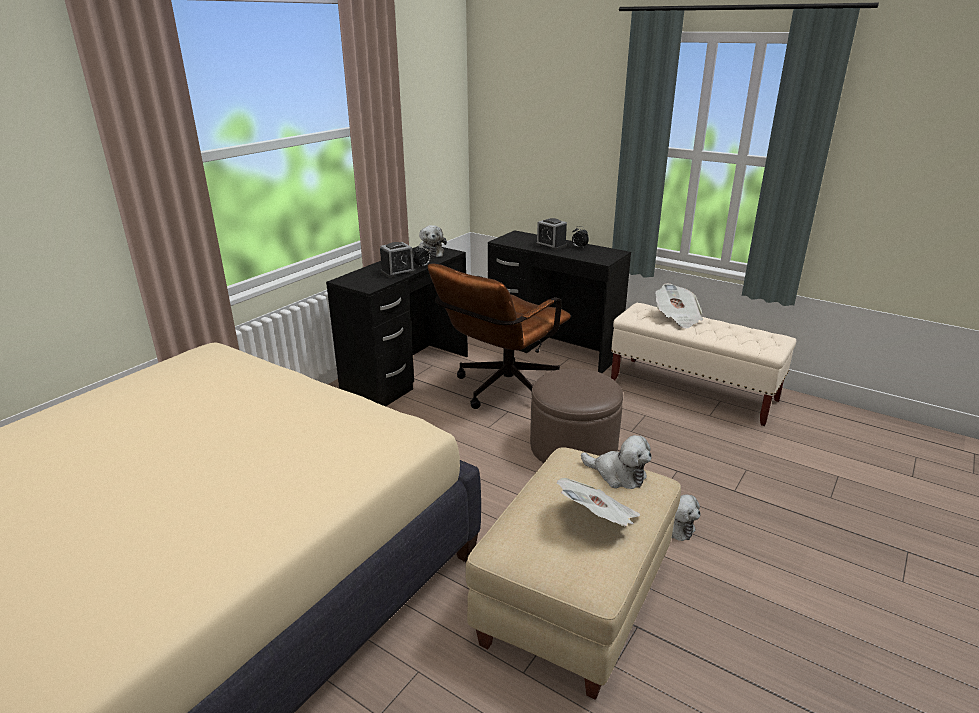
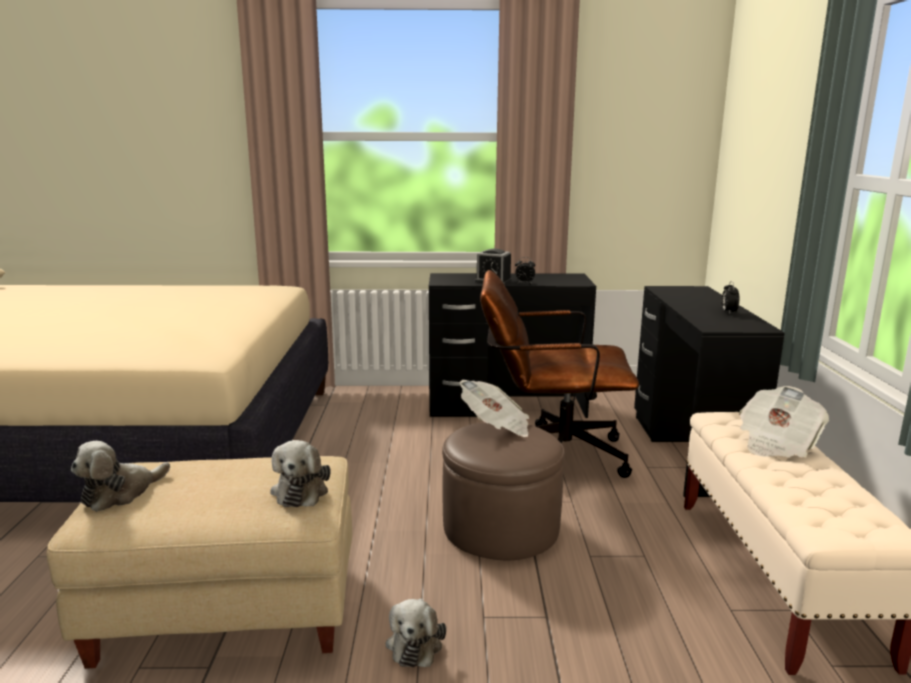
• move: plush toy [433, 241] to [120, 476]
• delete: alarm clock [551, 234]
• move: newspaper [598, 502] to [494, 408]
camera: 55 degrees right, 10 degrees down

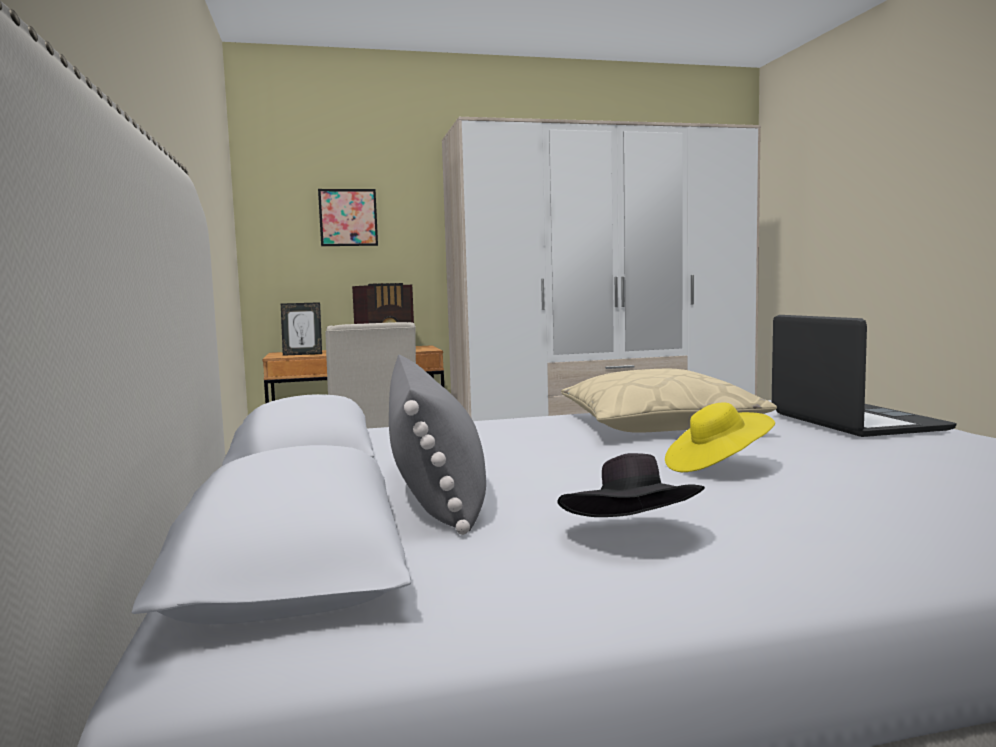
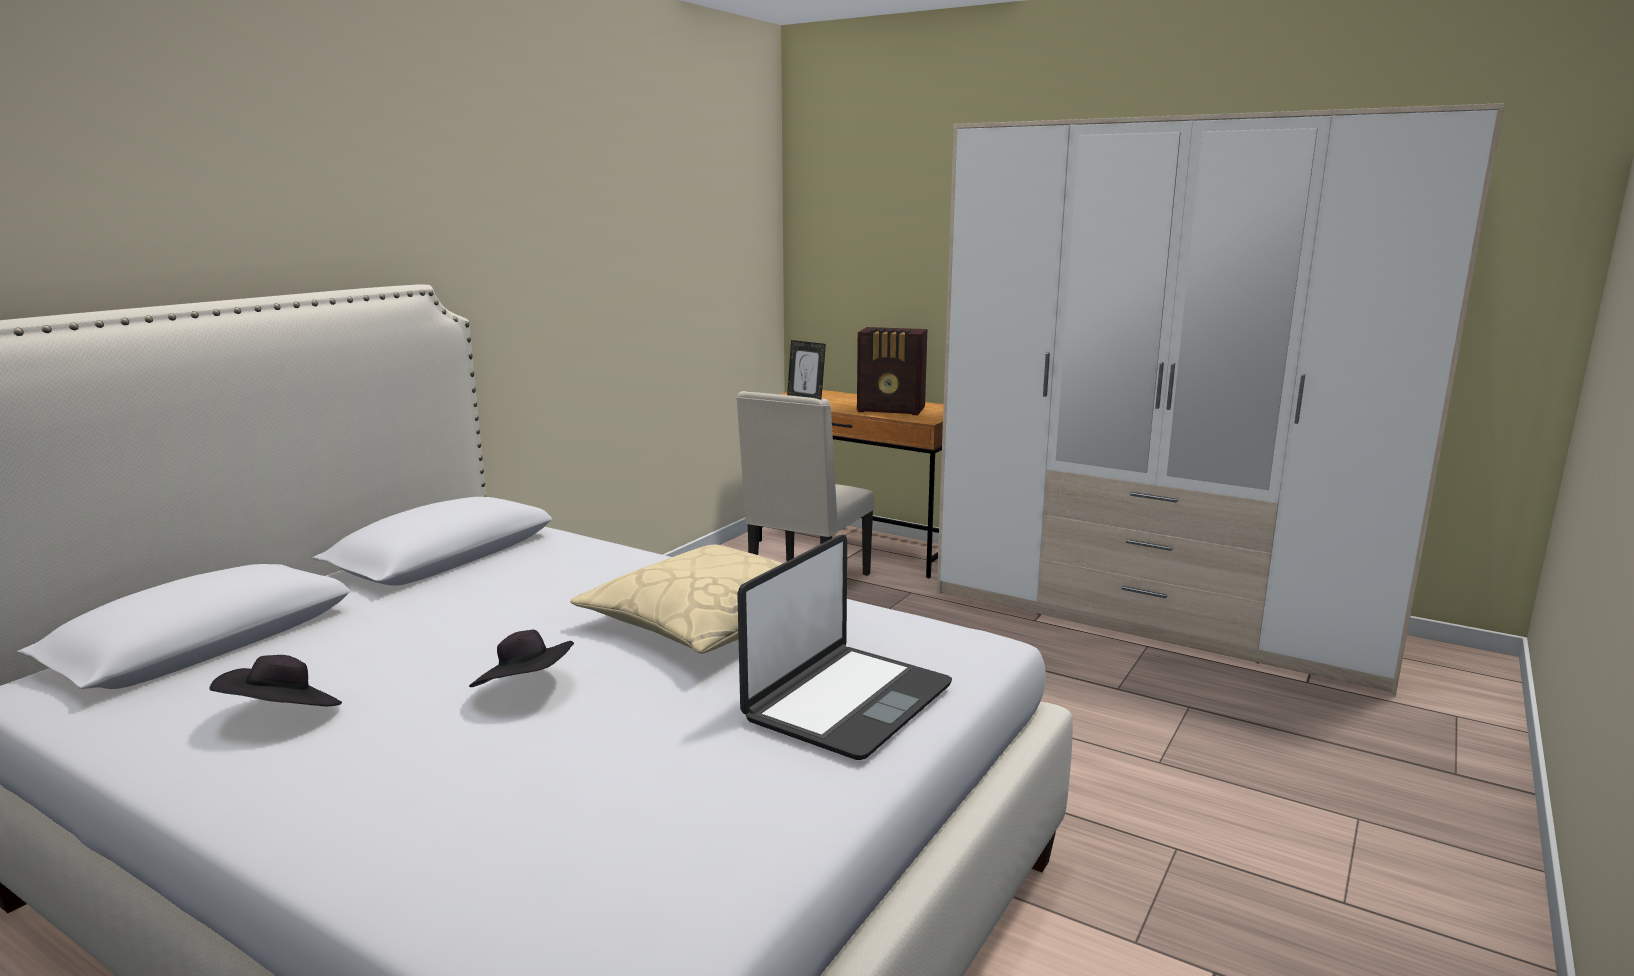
• delete: picture [348, 217]
• delete: pillow (grey) [437, 445]
• recolor: hat (yellow) [720, 437] to hat (black) [521, 658]
camera: 45 degrees right, 10 degrees up

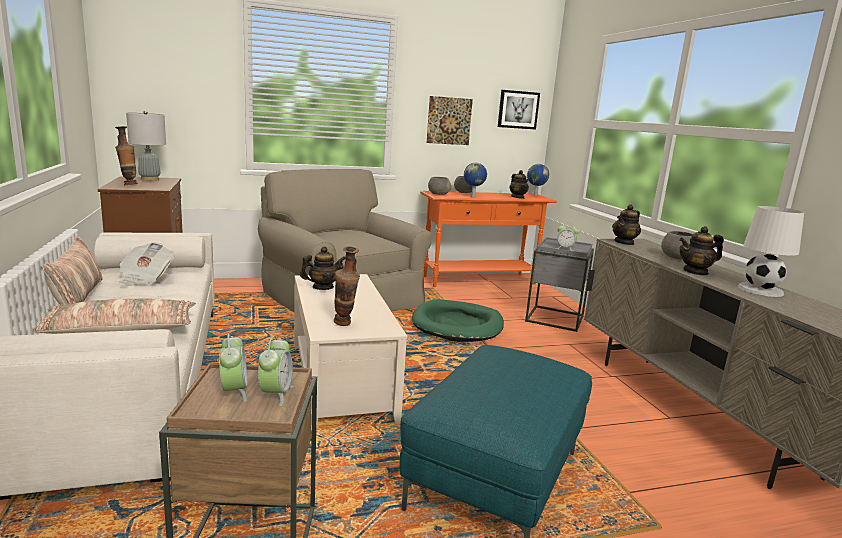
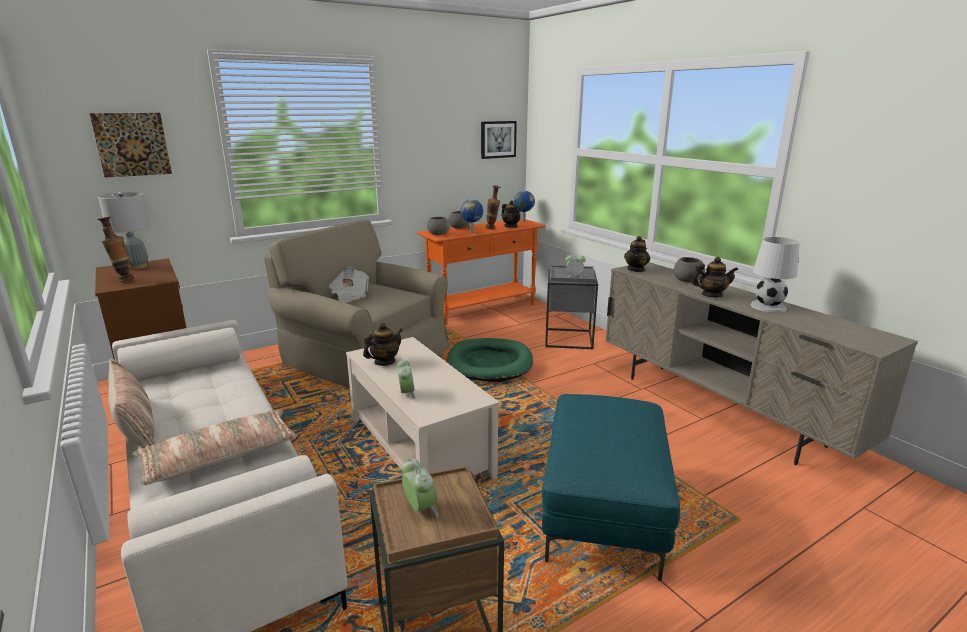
• move: newspaper [146, 264] to [348, 285]
• move: alarm clock [276, 371] to [406, 379]
• move: vase [347, 286] to [493, 207]
• move: picture [450, 120] to [131, 145]
• rotate: teapot [701, 250] = [714, 277] 150 degrees counterclockwise
camera: 15 degrees left, 5 degrees up

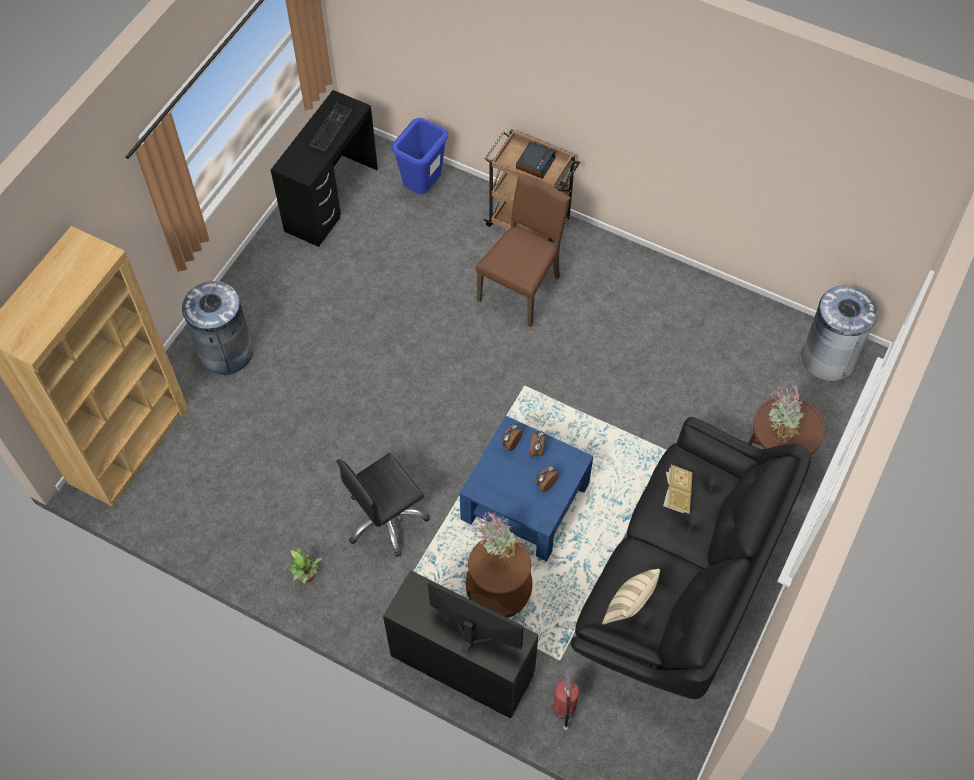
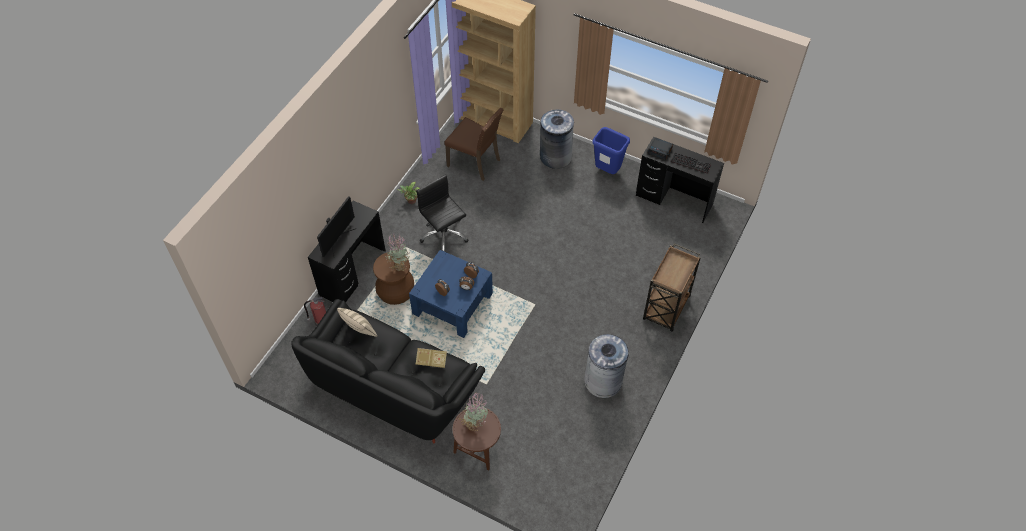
• move: trash can (blue) [420, 156] to [611, 150]
• move: chair (brown) [523, 251] to [473, 144]
• move: alarm clock [536, 160] to [660, 149]
• move: trash can (grey) [839, 333] to [606, 366]
camera: 90 degrees right, 5 degrees down

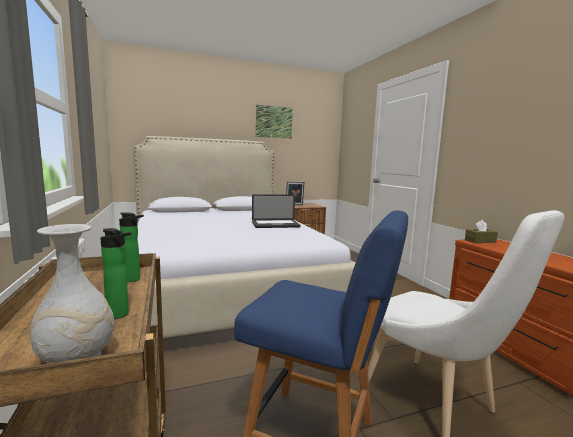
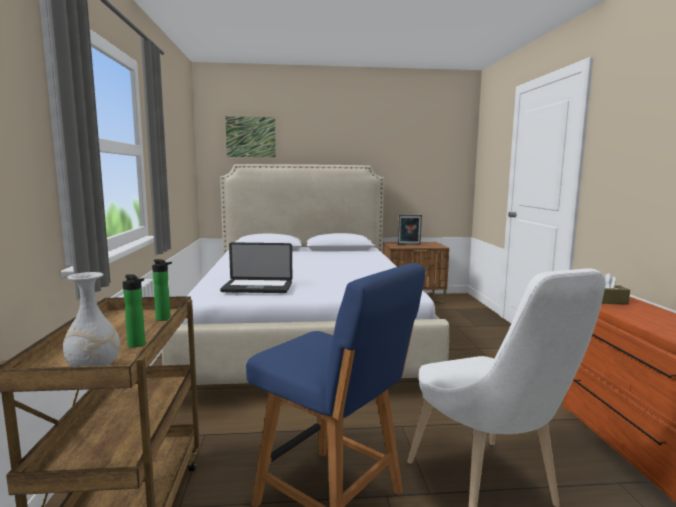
• move: laptop [276, 211] to [256, 267]
• move: picture [274, 122] to [250, 136]
camera: 15 degrees right, 0 degrees up

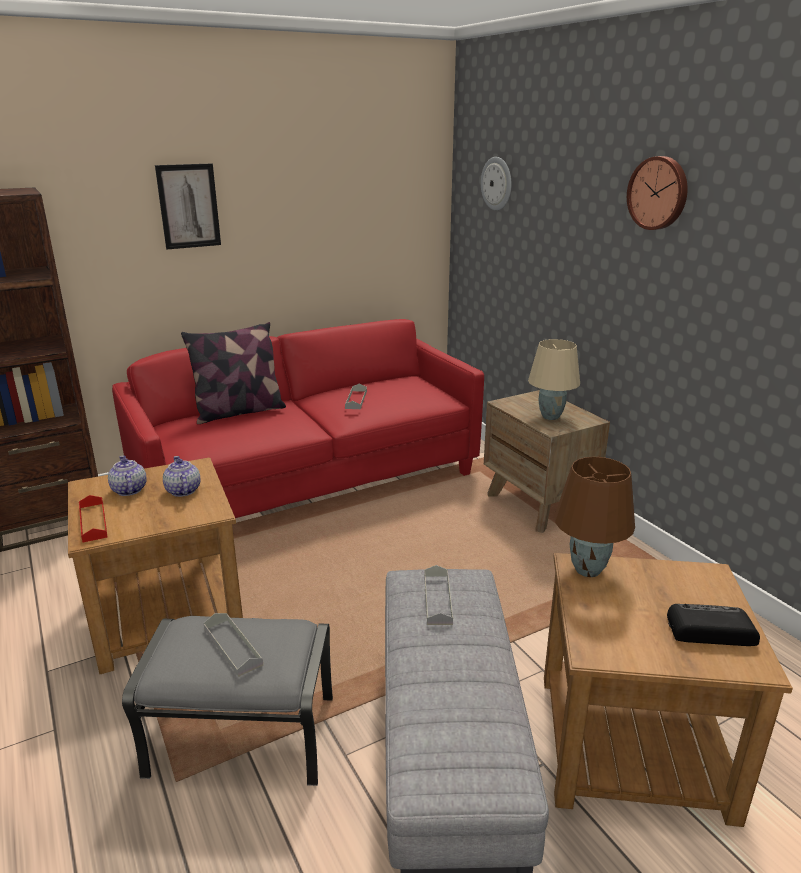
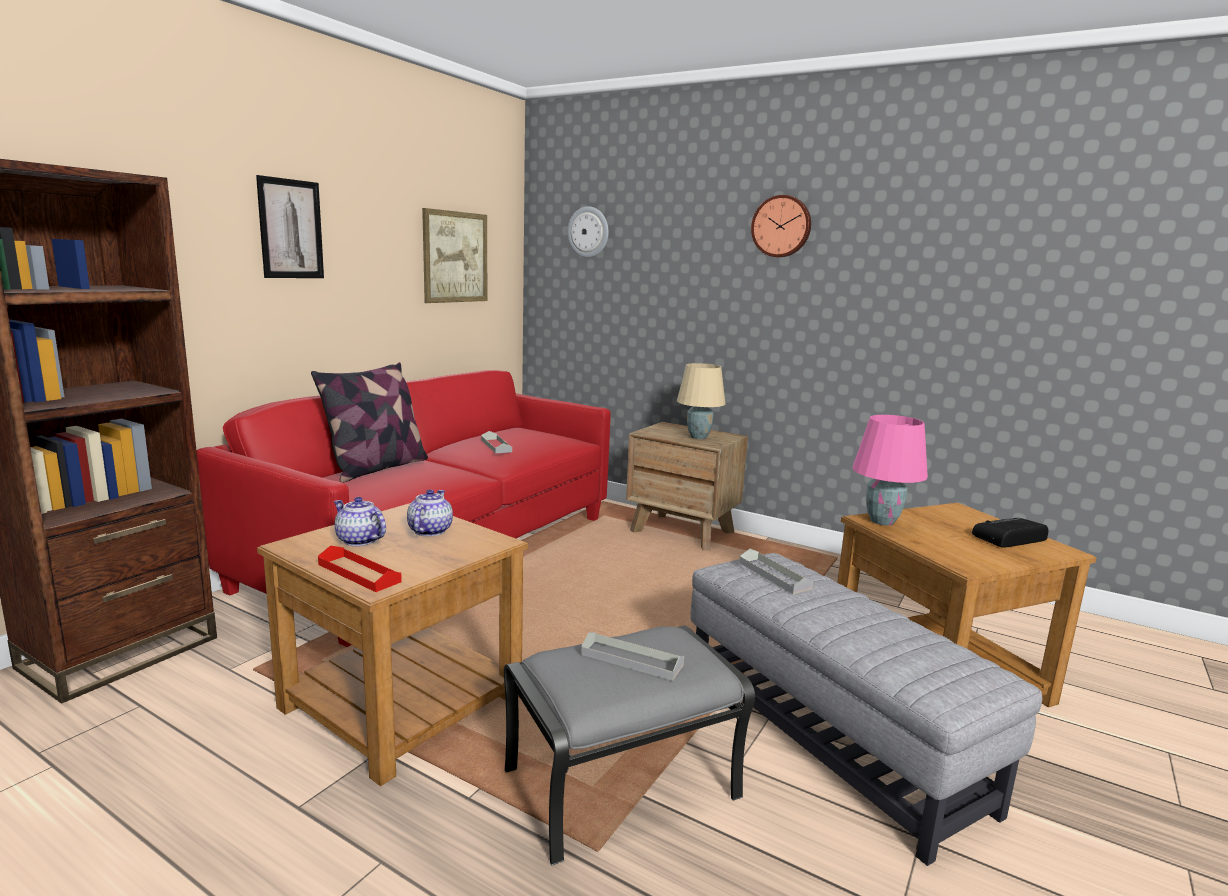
• rotate: teapot [181, 476] = [430, 512] 60 degrees clockwise
• recolor: table lamp (brown) [594, 517] to table lamp (pink) [890, 470]
• insert: picture [454, 255]
camera: 30 degrees left, 10 degrees down

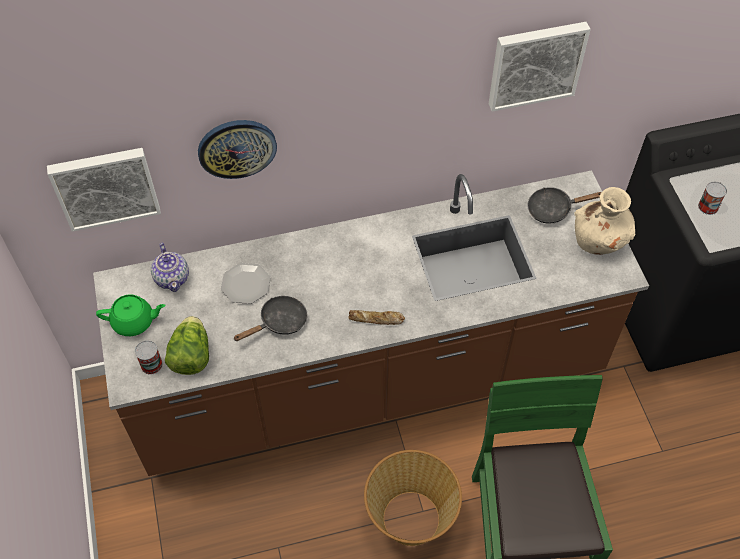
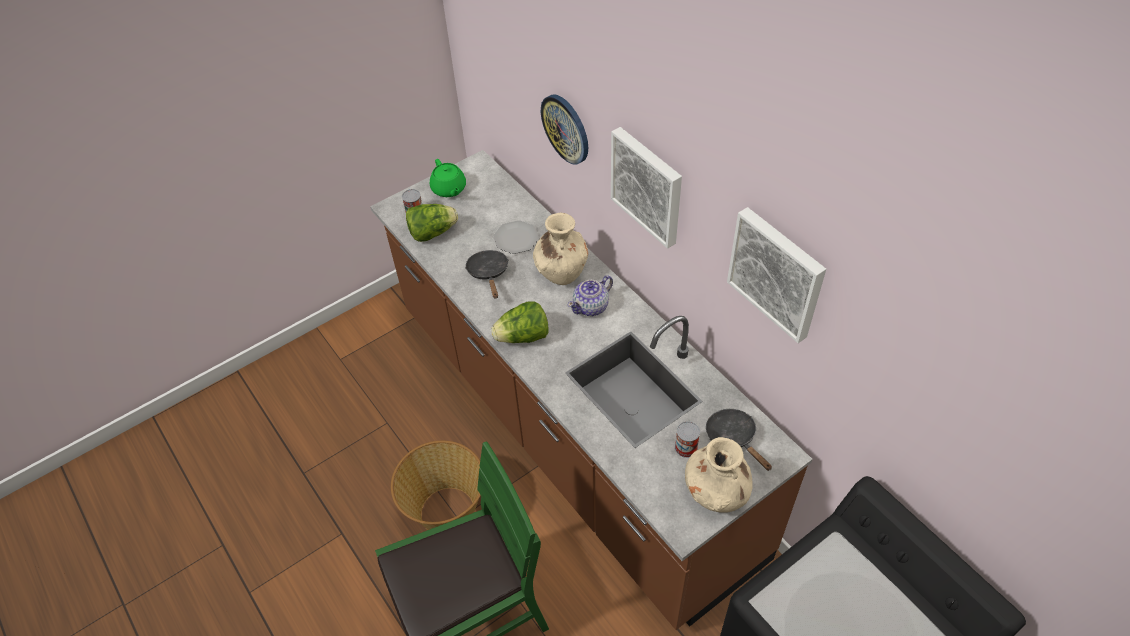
• move: picture [104, 190] to [646, 188]
• move: teapot [170, 267] to [590, 295]
• rotate: frying pan (black) [271, 318] = [487, 274] 135 degrees counterclockwise
• replace: bread [377, 317] to lettuce [520, 322]
• move: can [712, 198] to [687, 439]
• insert: vase (beige) [560, 249]
camera: 70 degrees right, 5 degrees down

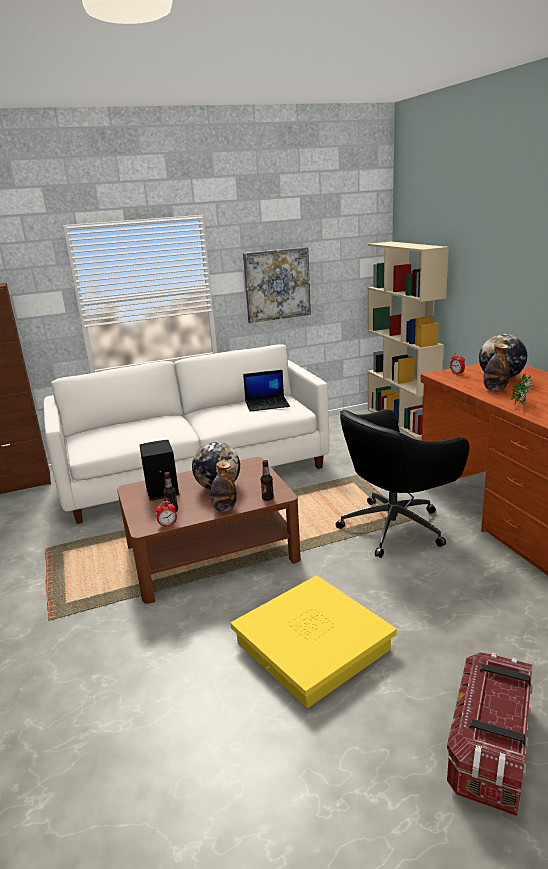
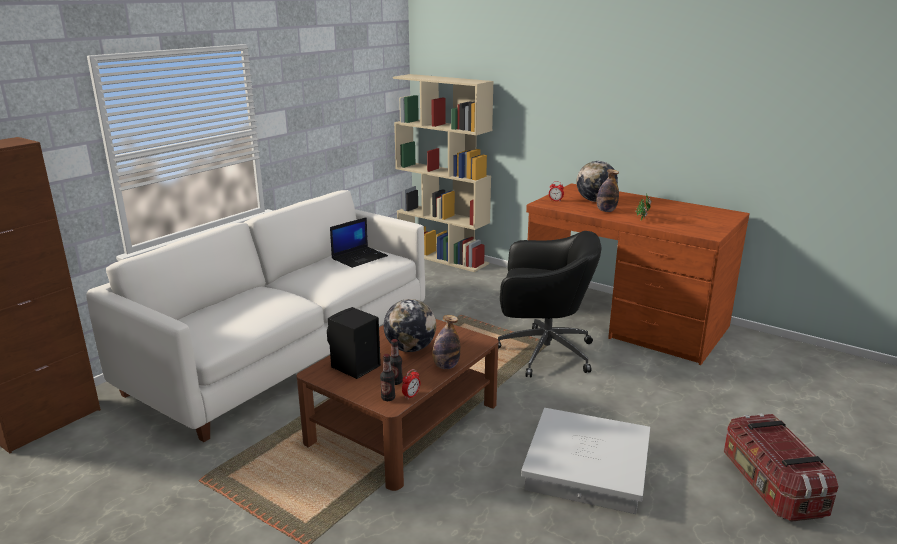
• recolor: storage box (yellow) [313, 641] to storage box (white) [585, 461]
• delete: picture [277, 285]
• move: bottle [267, 480] to [387, 377]
• rotate: office chair (black) [402, 483] = [549, 304] 105 degrees counterclockwise
camera: 35 degrees left, 0 degrees up

